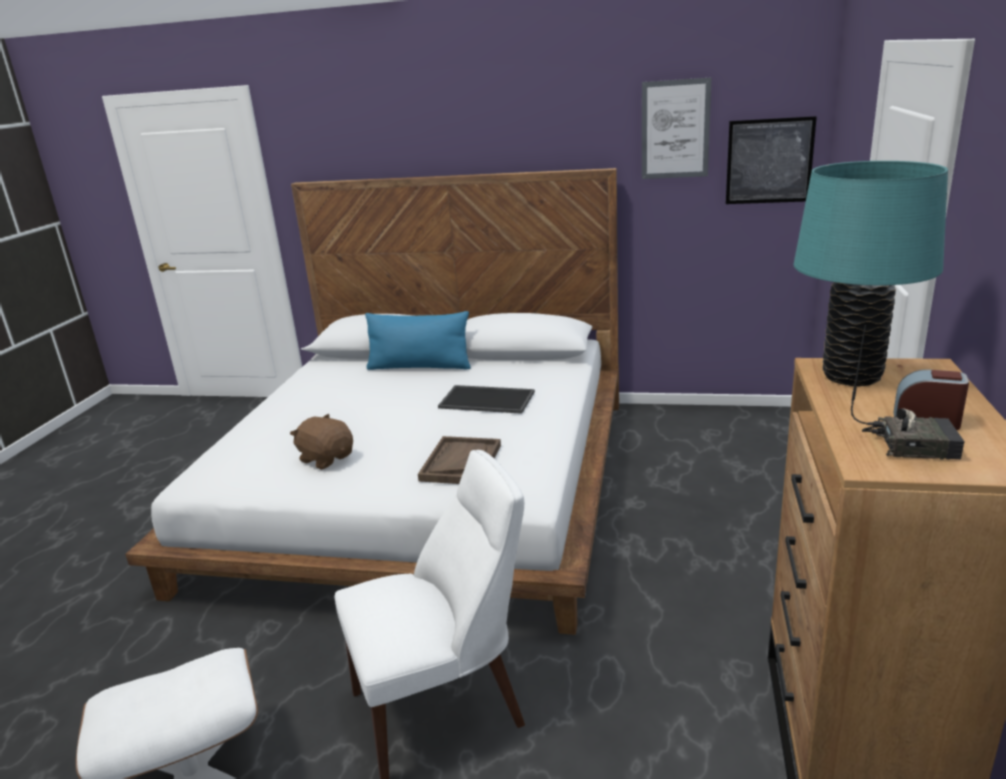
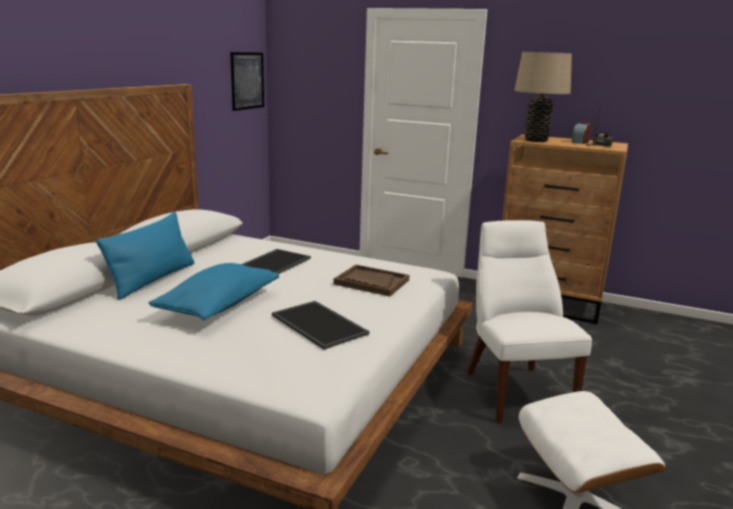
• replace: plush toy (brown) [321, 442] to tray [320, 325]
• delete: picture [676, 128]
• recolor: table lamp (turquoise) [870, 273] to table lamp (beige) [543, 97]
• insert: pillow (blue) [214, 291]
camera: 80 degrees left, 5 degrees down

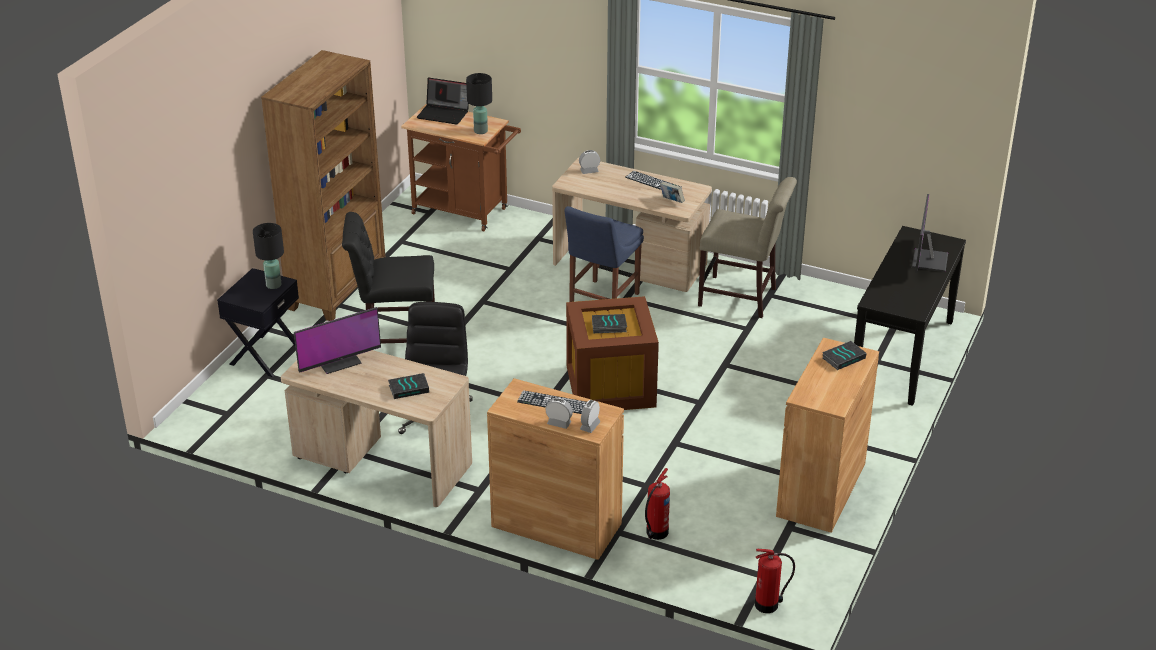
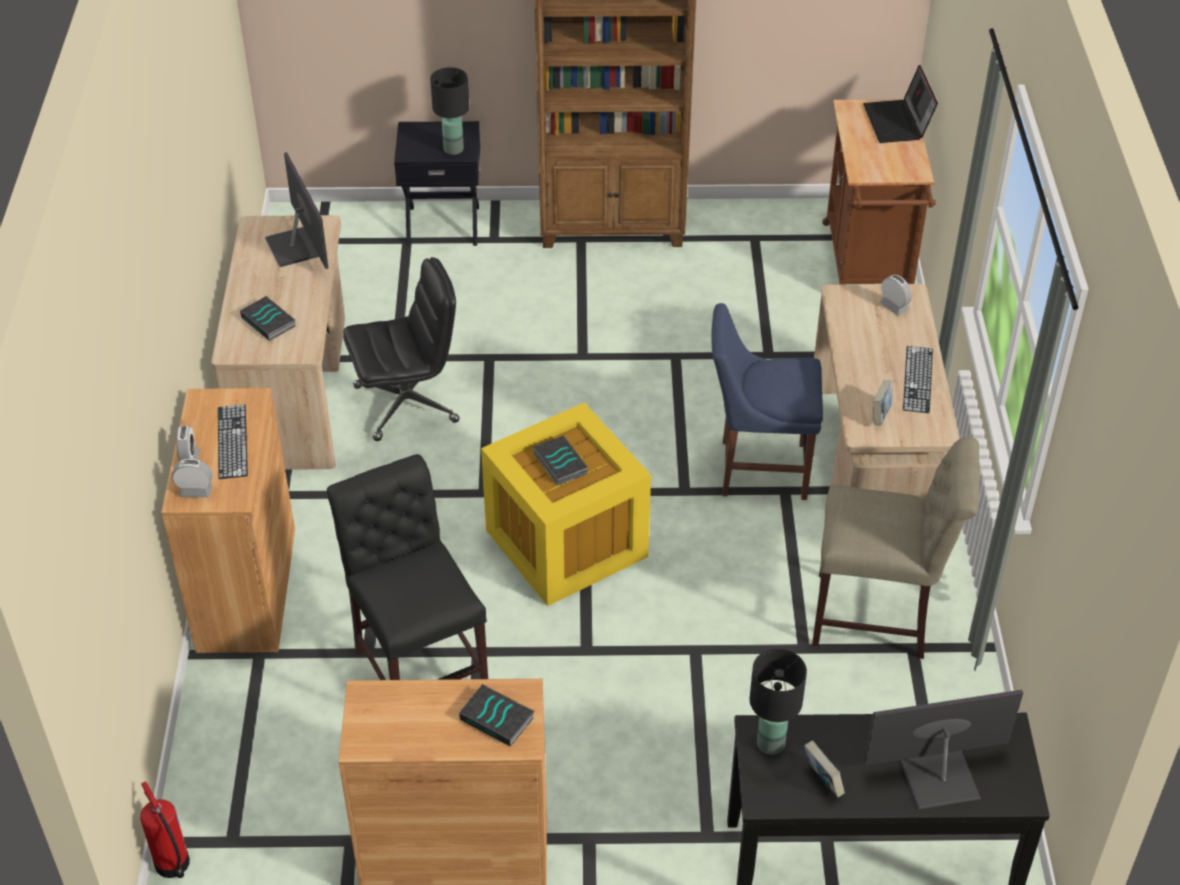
• rotate: monitor [337, 340] = [297, 210] 150 degrees counterclockwise
• move: chair (black) [388, 277] to [407, 567]
• move: table lamp (black) [479, 103] to [778, 702]
• recolor: storage box (brown) [612, 353] to storage box (yellow) [566, 504]
• delete: fire extinguisher [657, 504]
• rotate: chair (beige) [747, 247] = [896, 548] 75 degrees counterclockwise
• insert: book [824, 769]
camera: 65 degrees right, 10 degrees up

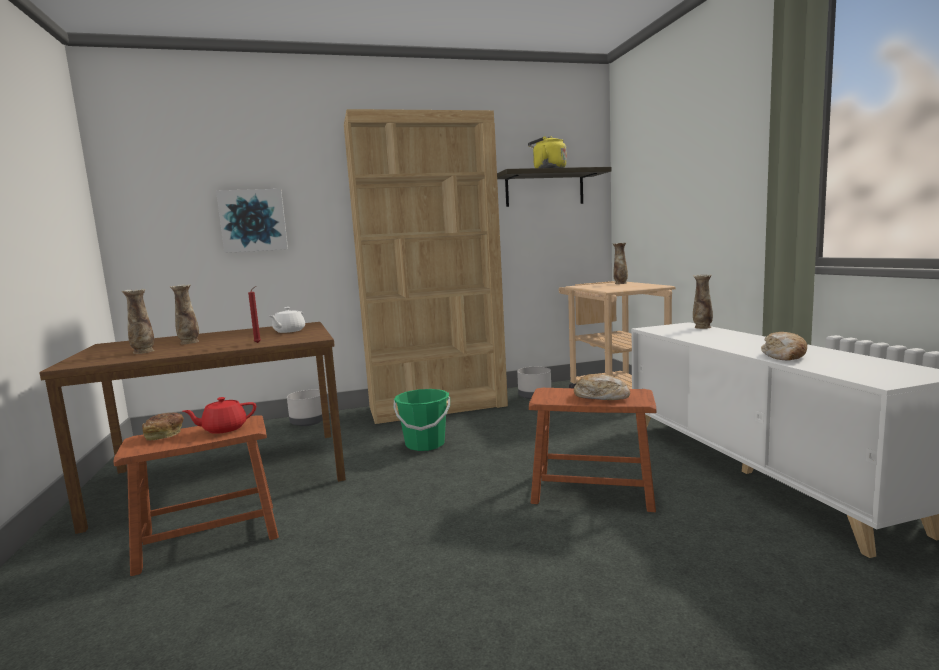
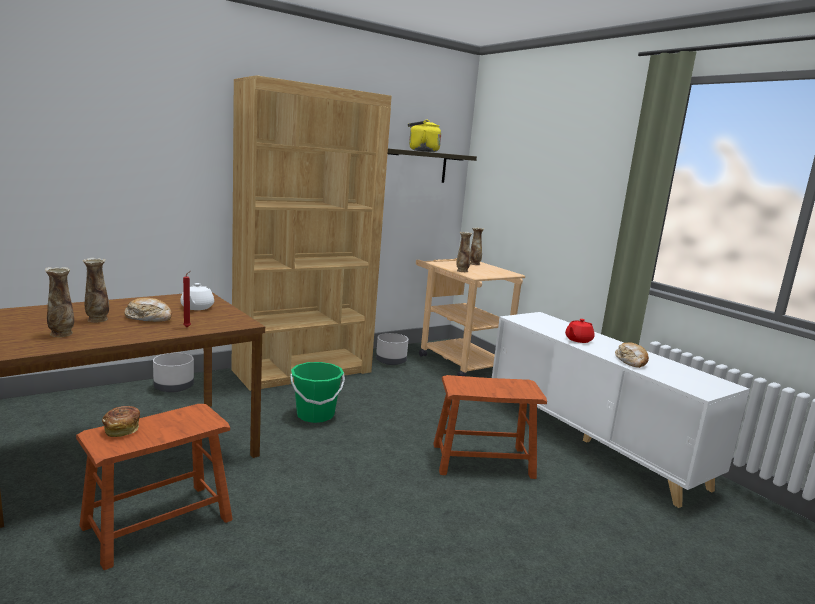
• move: teapot (red) [219, 415] to [580, 331]
• delete: picture [252, 221]
• move: bread [602, 387] to [148, 310]
• move: vase [703, 301] to [464, 252]
camera: 20 degrees left, 5 degrees up

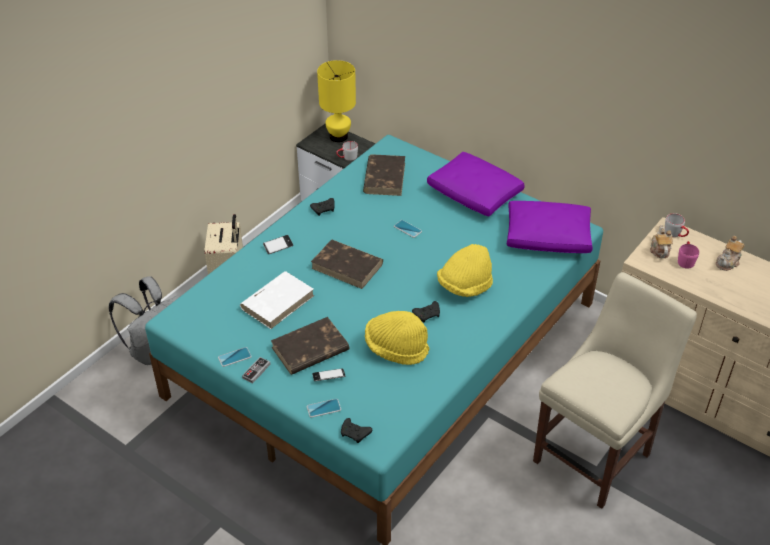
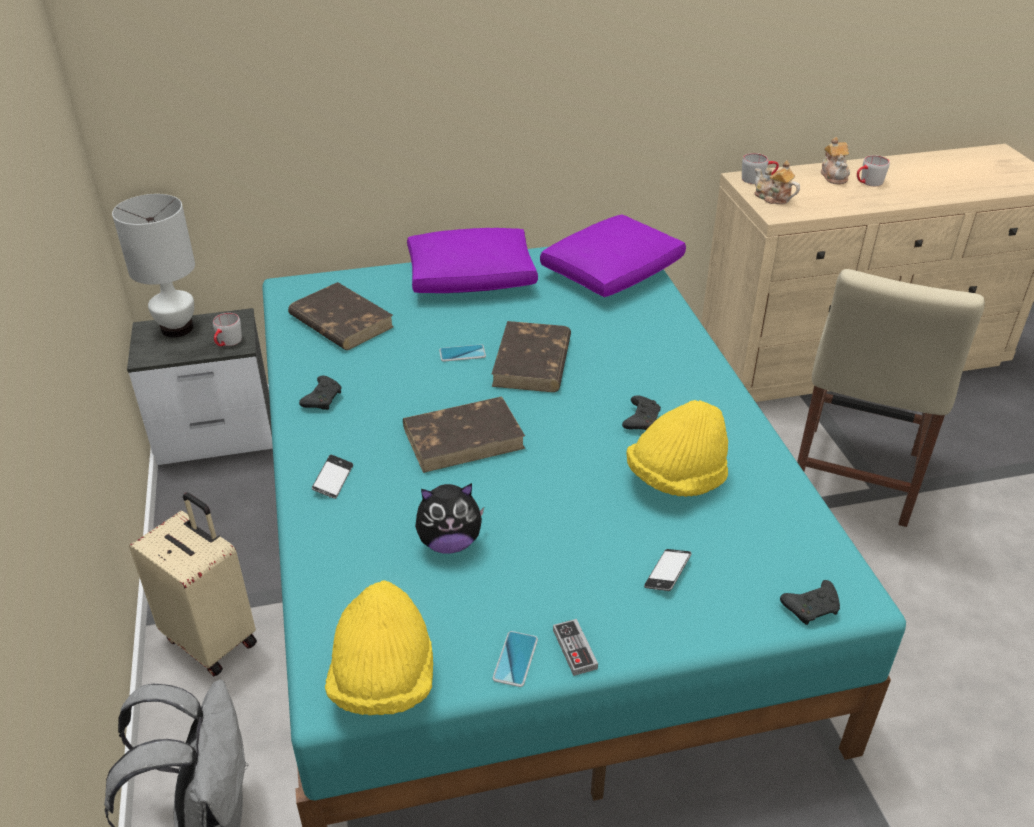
• replace: book (white) [277, 300] to plush toy [450, 518]
• move: book (brown) [310, 346] to [531, 356]
• delete: phone [324, 408]
• recolor: table lamp (yellow) [336, 101] to table lamp (white) [153, 265]
• move: hat (yellow) [465, 270] to [379, 647]
• rotate: chair (beige) [615, 390] = [891, 398] 150 degrees counterclockwise
• delete: mug (pink) [688, 255]
• insert: mug (grey) [873, 170]
camera: 50 degrees left, 5 degrees down

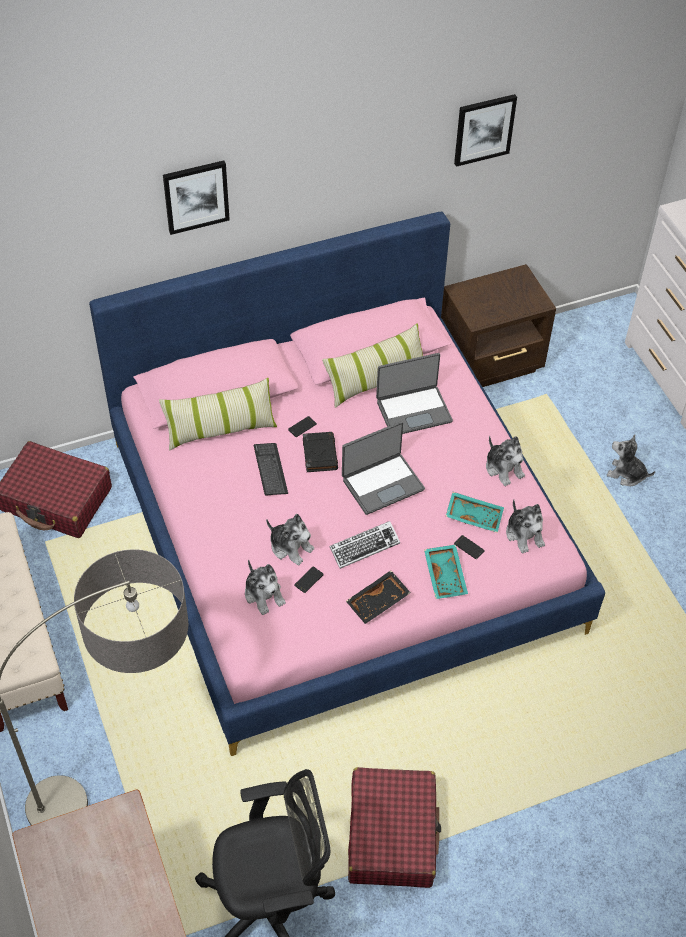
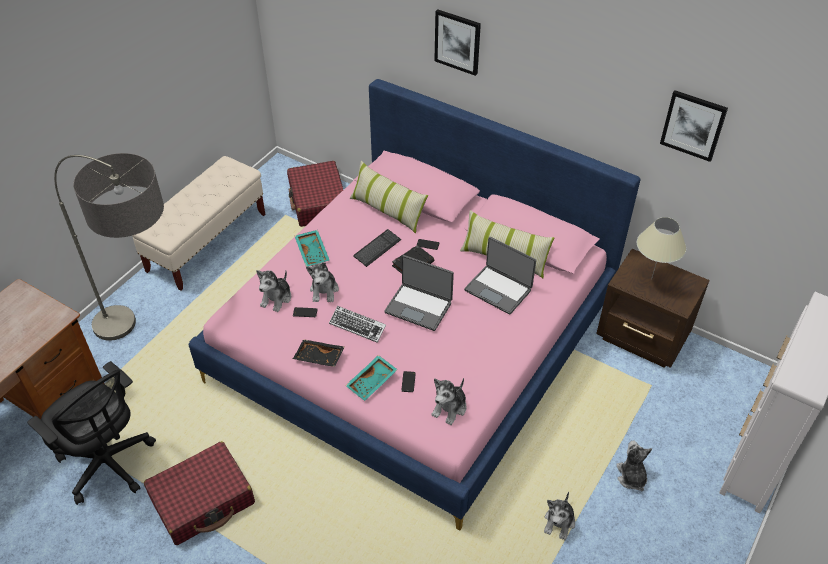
• move: tray (turquoise) [475, 512] to [312, 248]
• move: plush toy [505, 461] to [559, 516]
• insert: table lamp (beige) [661, 248]
camera: 55 degrees right, 5 degrees down

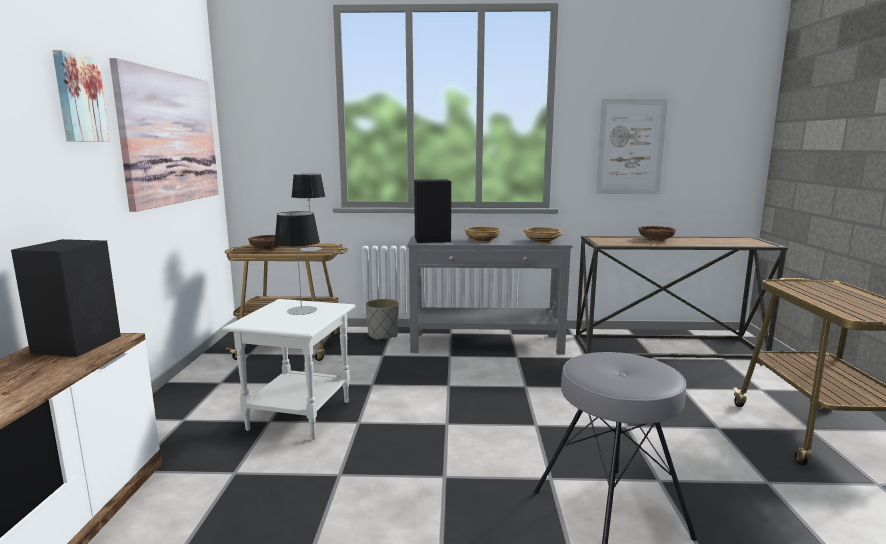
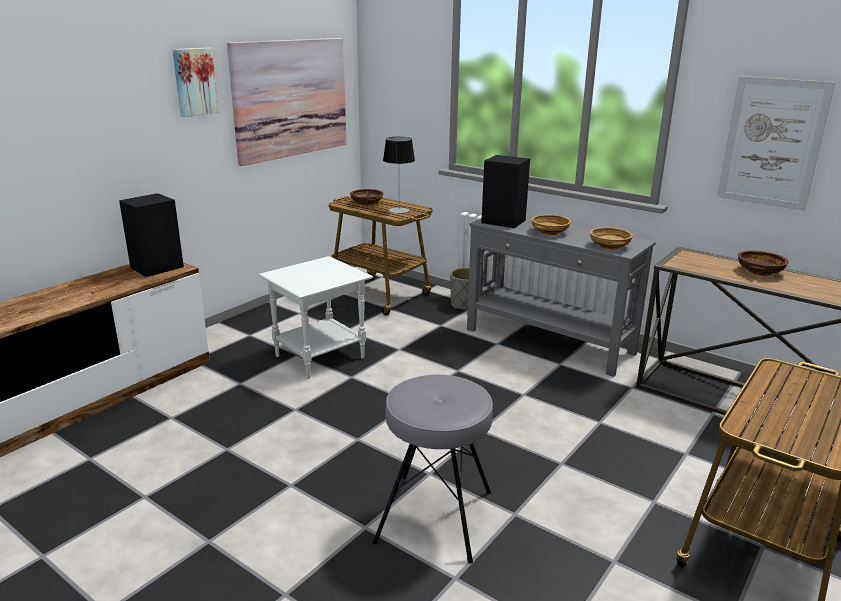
• delete: table lamp [297, 263]
camera: 35 degrees right, 10 degrees up

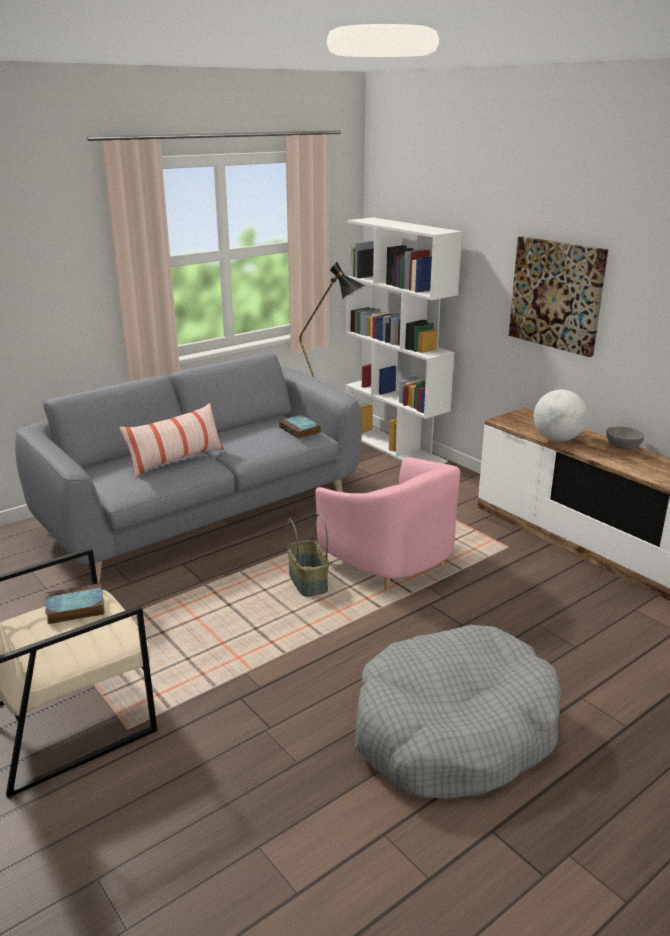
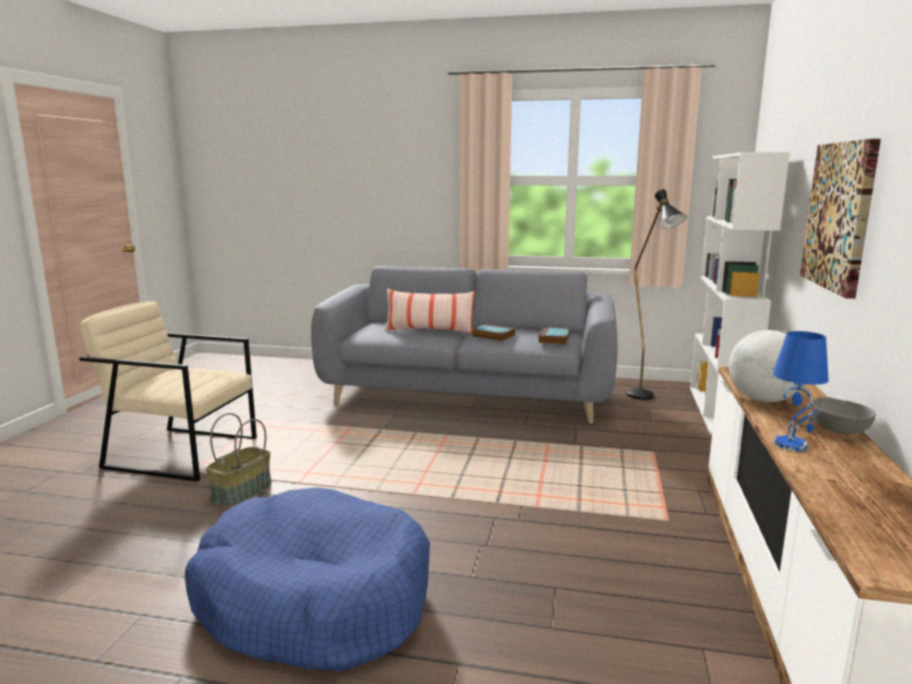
• move: book [75, 603] to [493, 332]
• move: basket [307, 555] to [238, 460]
• delete: armchair (pink) [387, 523]
• recolor: dog bed (grey) [458, 712] to dog bed (blue) [307, 579]
• insert: table lamp (blue) [801, 391]
camera: 50 degrees right, 10 degrees down

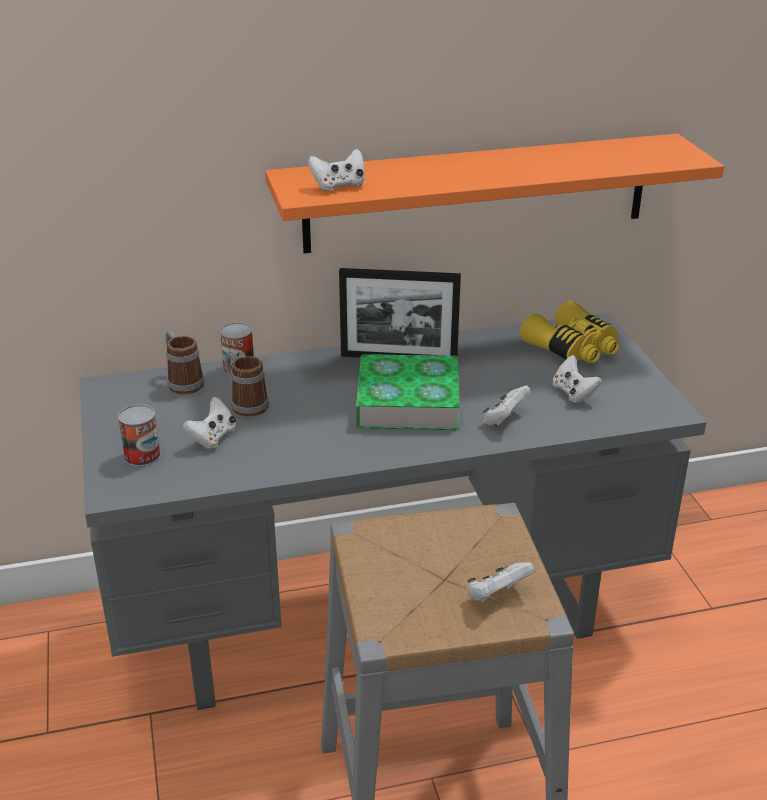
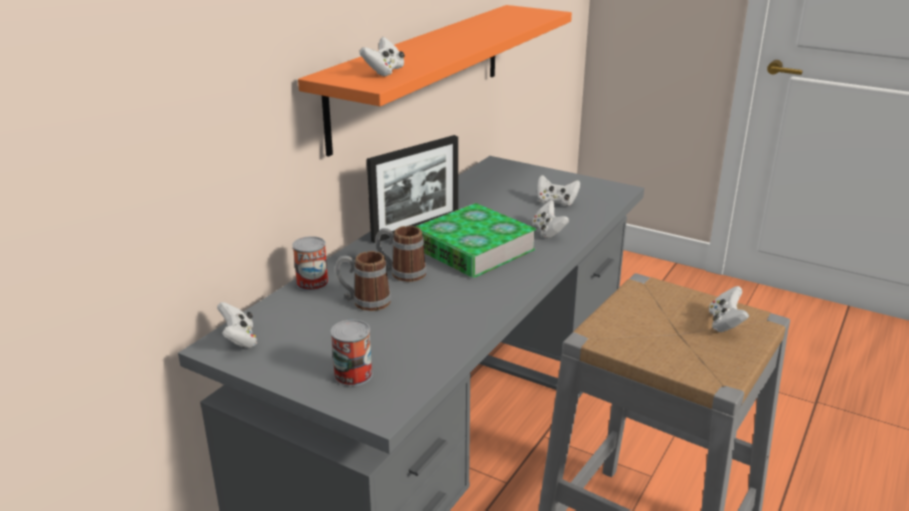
• move: mug [185, 362] to [401, 254]
• move: game controller (white) [209, 423] to [237, 325]
• delete: binoculars (yellow) [570, 331]
camera: 45 degrees left, 5 degrees down

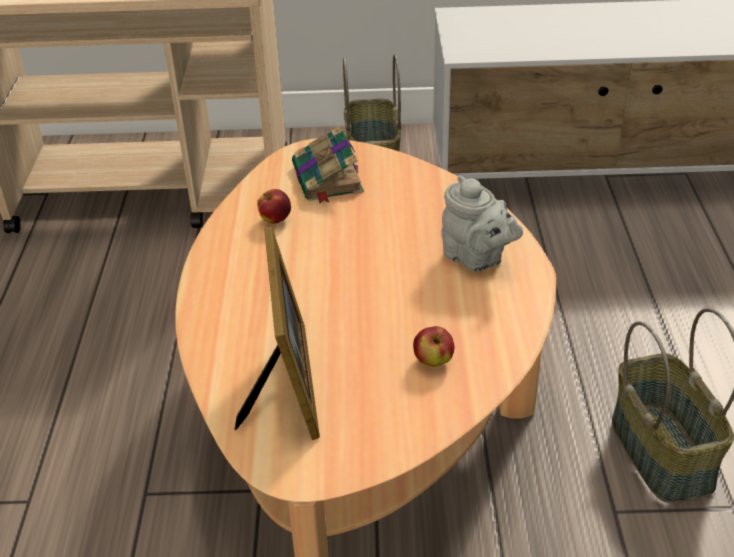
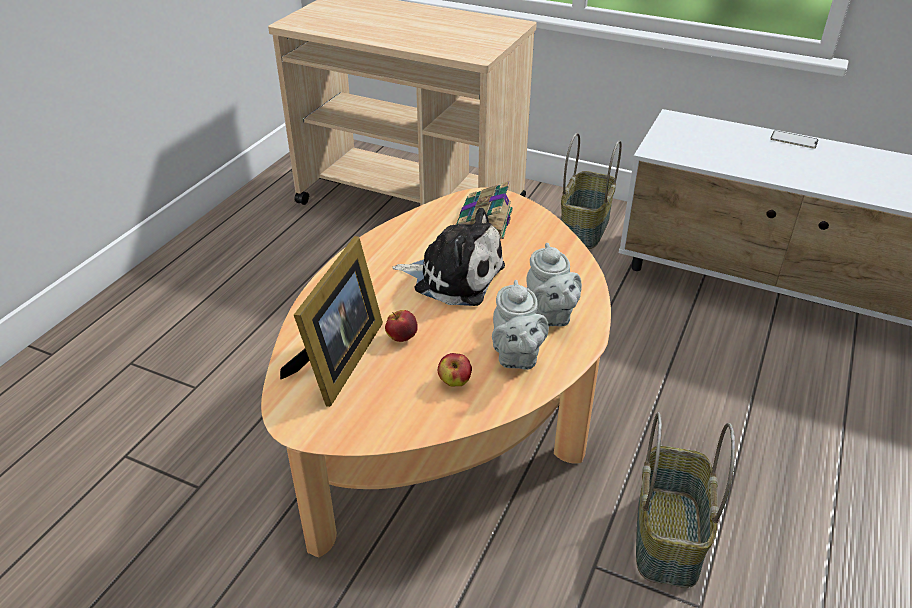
• move: apple [274, 206] to [401, 326]
• insert: plush toy [448, 257]
• insert: teapot (grey) [520, 325]
• insert: phone [794, 139]
camera: 25 degrees right, 0 degrees up

